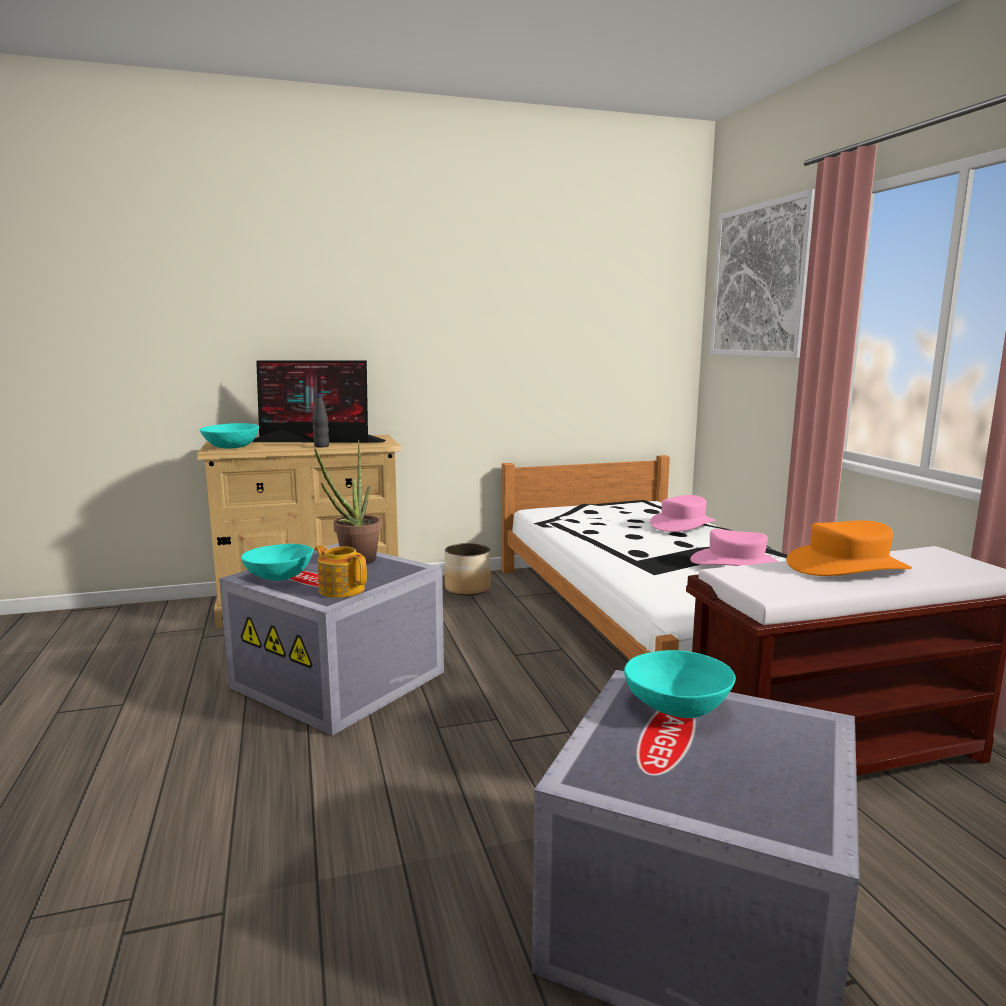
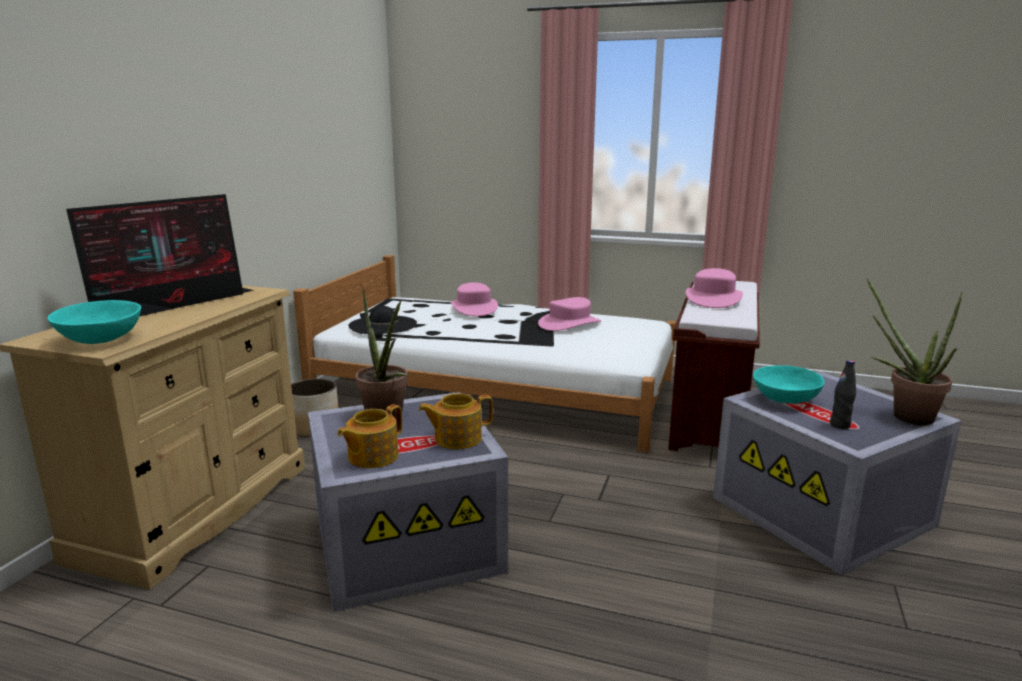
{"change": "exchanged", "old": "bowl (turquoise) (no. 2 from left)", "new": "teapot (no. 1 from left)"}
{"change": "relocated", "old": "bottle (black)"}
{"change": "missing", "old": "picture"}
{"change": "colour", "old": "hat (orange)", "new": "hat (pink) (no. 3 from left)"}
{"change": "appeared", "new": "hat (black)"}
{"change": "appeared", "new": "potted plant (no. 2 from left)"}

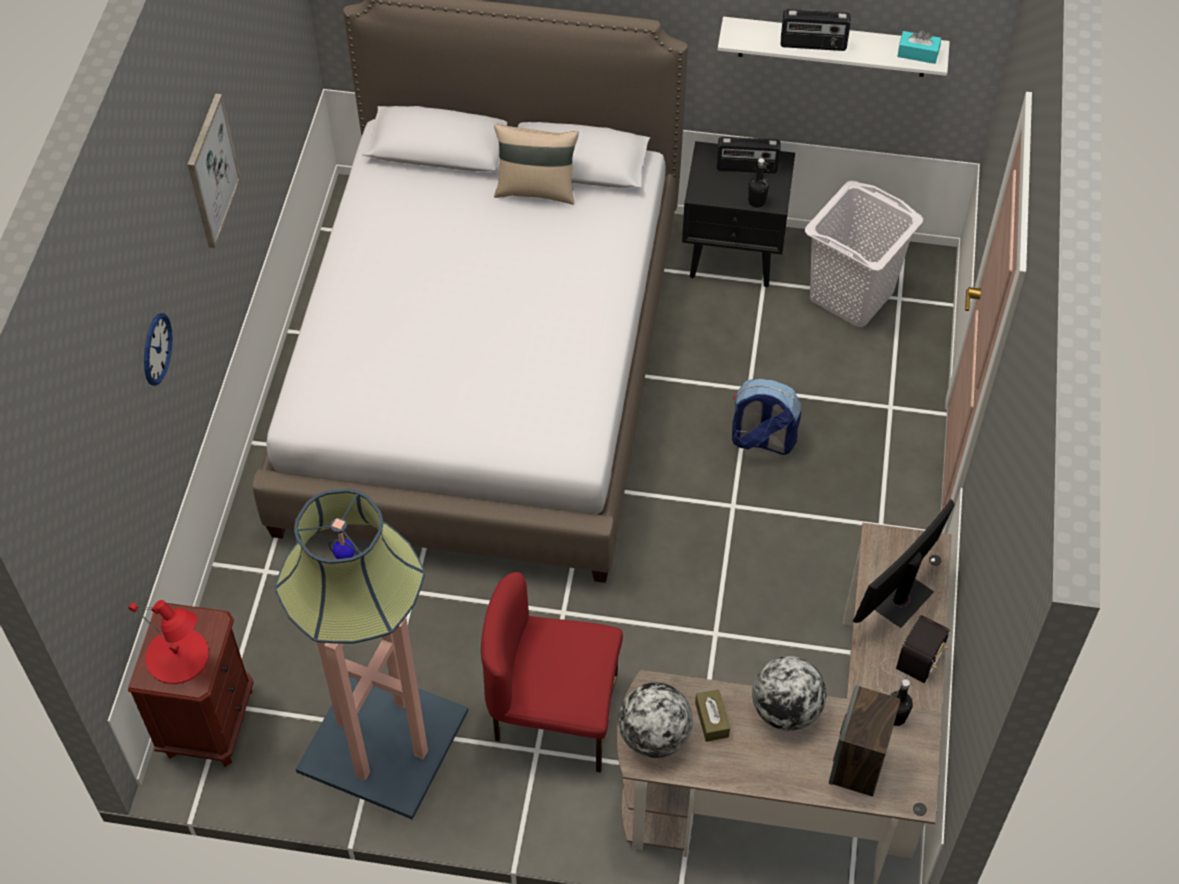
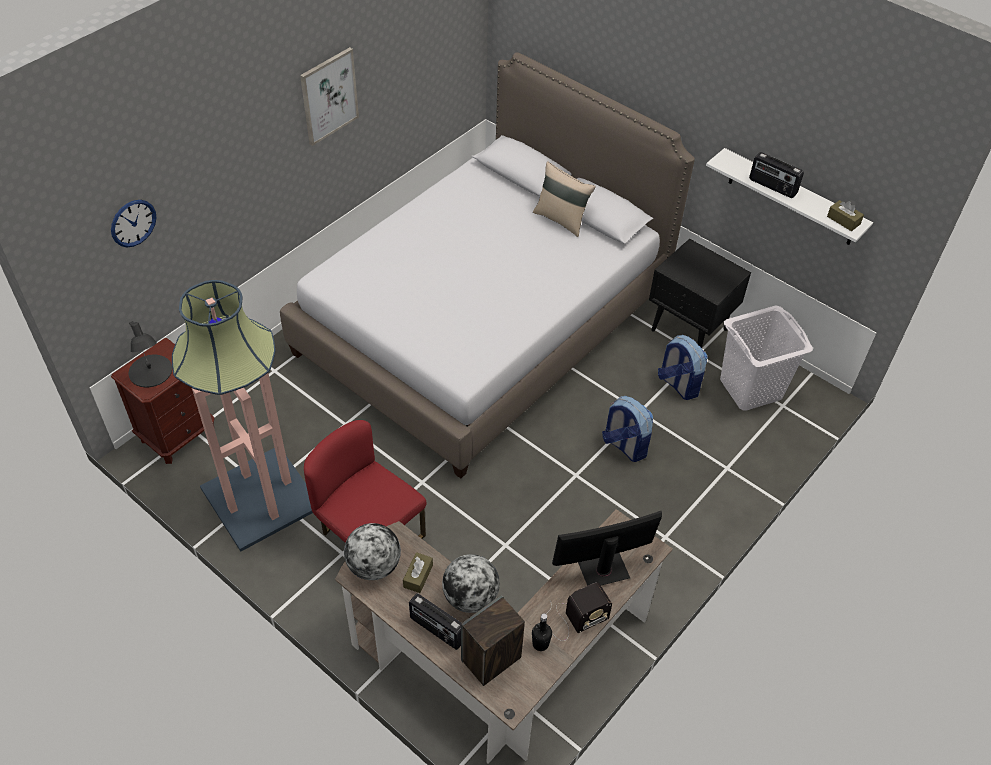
{"change": "colour", "old": "table lamp (red)", "new": "table lamp (black)"}
{"change": "relocated", "old": "wall clock"}
{"change": "relocated", "old": "radio (no. 1 from left)"}
{"change": "missing", "old": "bottle (black) (no. 1 from left)"}
{"change": "colour", "old": "tissue box (turquoise)", "new": "tissue box (brown) (no. 2 from left)"}
{"change": "appeared", "new": "backpack (no. 2 from left)"}

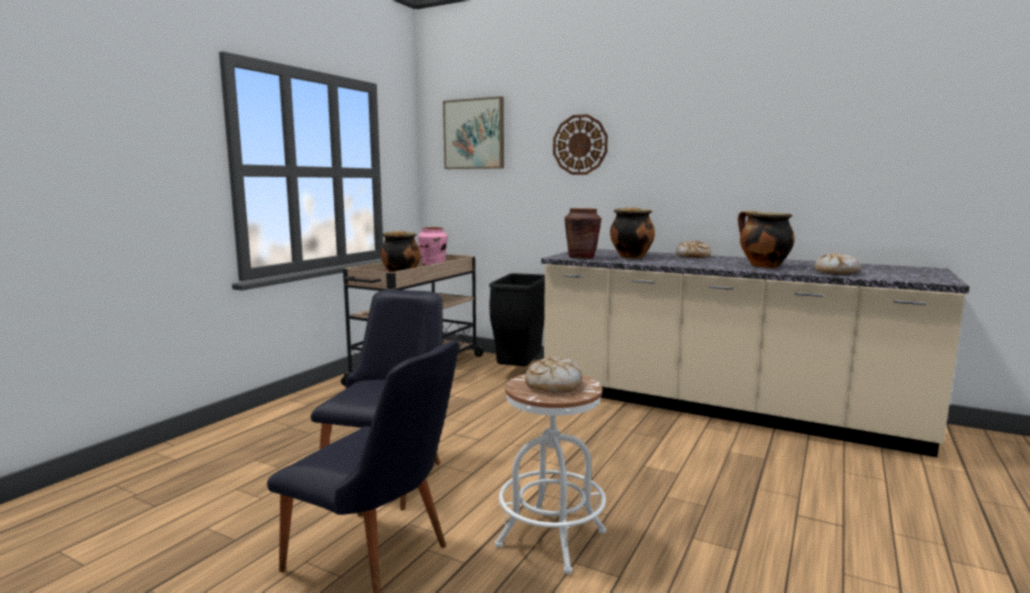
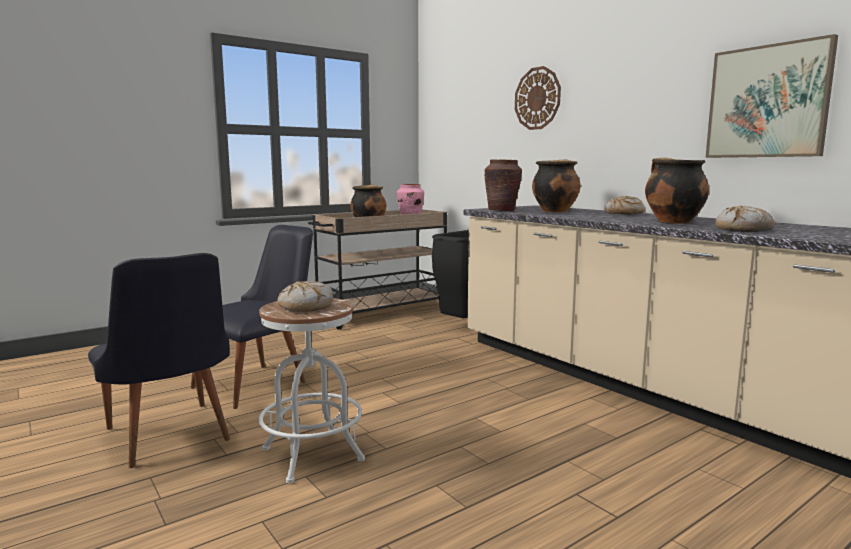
{"change": "relocated", "old": "picture"}

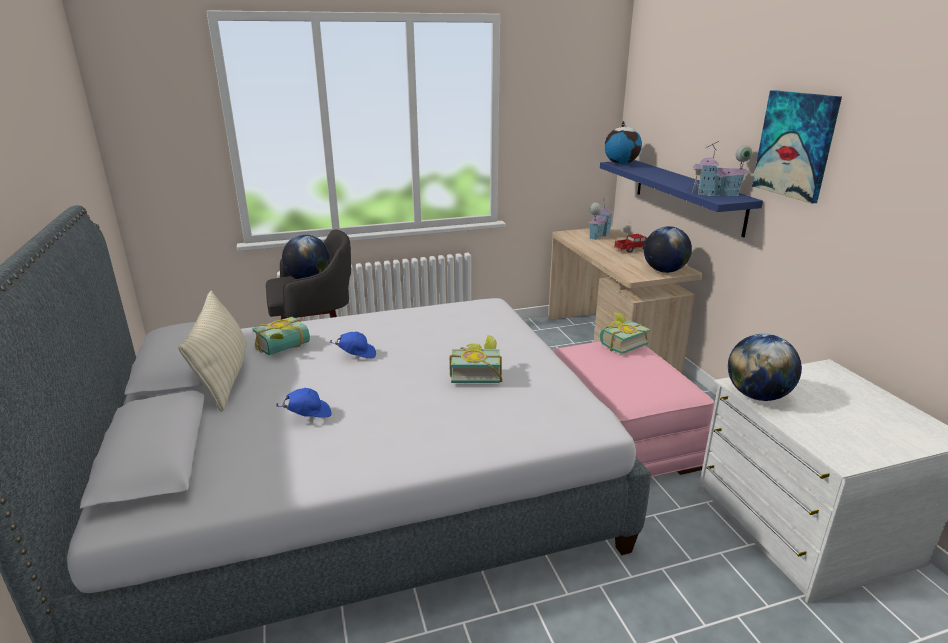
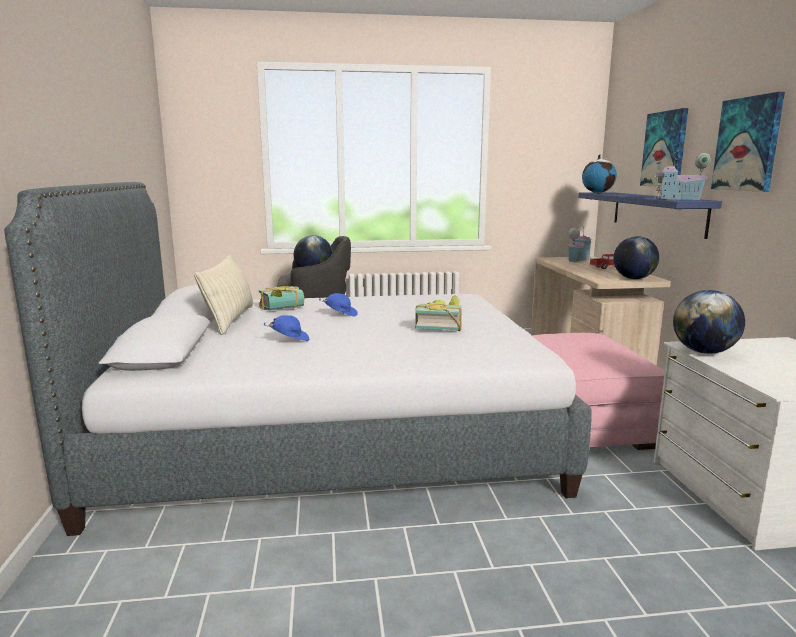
{"change": "missing", "old": "book (no. 3 from left)"}
{"change": "appeared", "new": "picture (no. 1 from left)"}

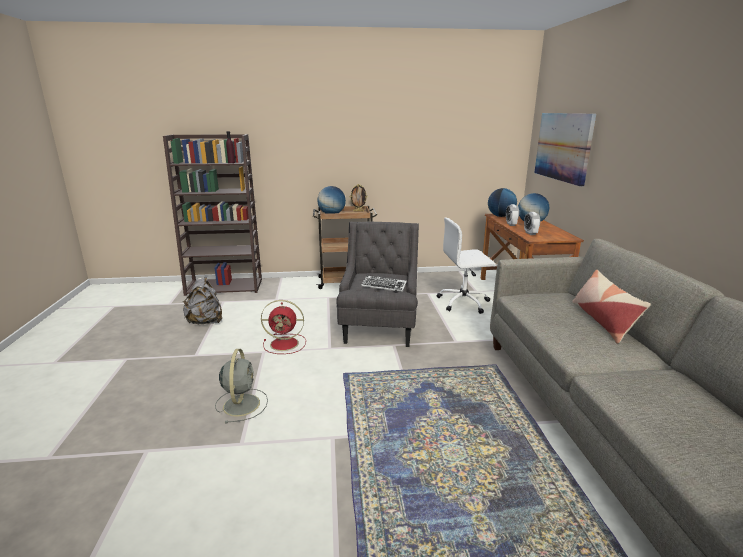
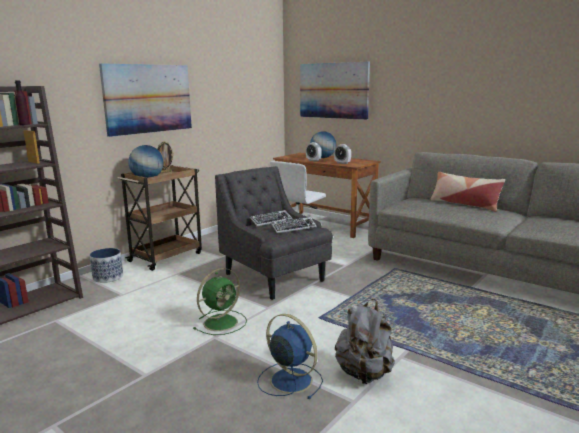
{"change": "relocated", "old": "backpack (grey)"}
{"change": "colour", "old": "fan (grey)", "new": "fan (blue)"}
{"change": "colour", "old": "fan (red)", "new": "fan (green)"}
{"change": "missing", "old": "globe (no. 2 from left)"}
{"change": "appeared", "new": "planter"}
{"change": "appeared", "new": "picture (no. 1 from left)"}
{"change": "appeared", "new": "keyboard (no. 1 from left)"}

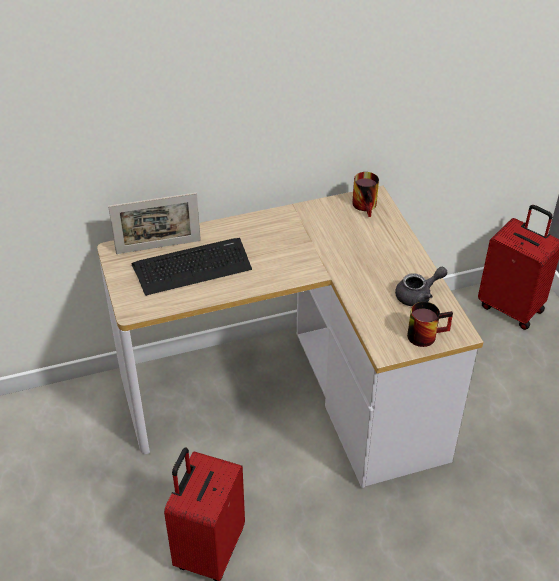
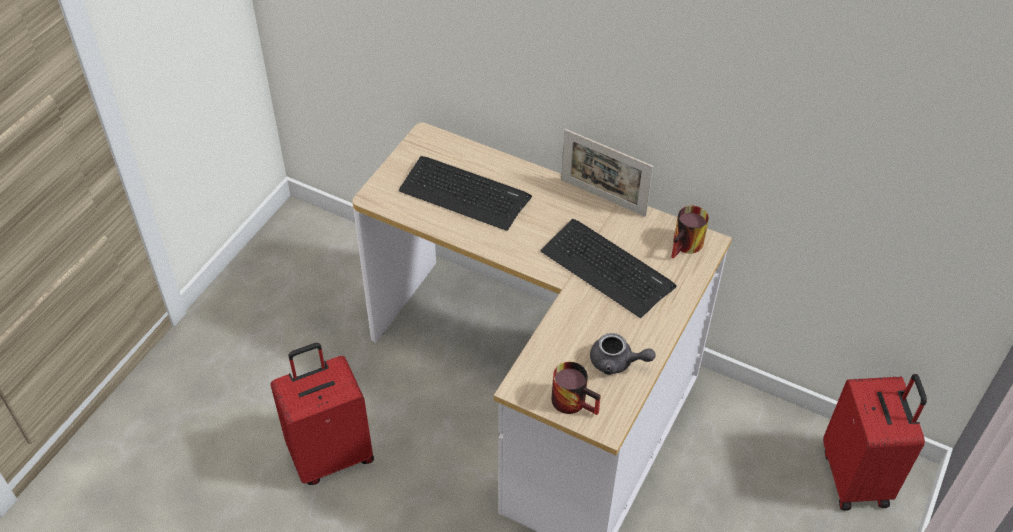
{"change": "relocated", "old": "picture frame"}
{"change": "appeared", "new": "keyboard (no. 2 from left)"}

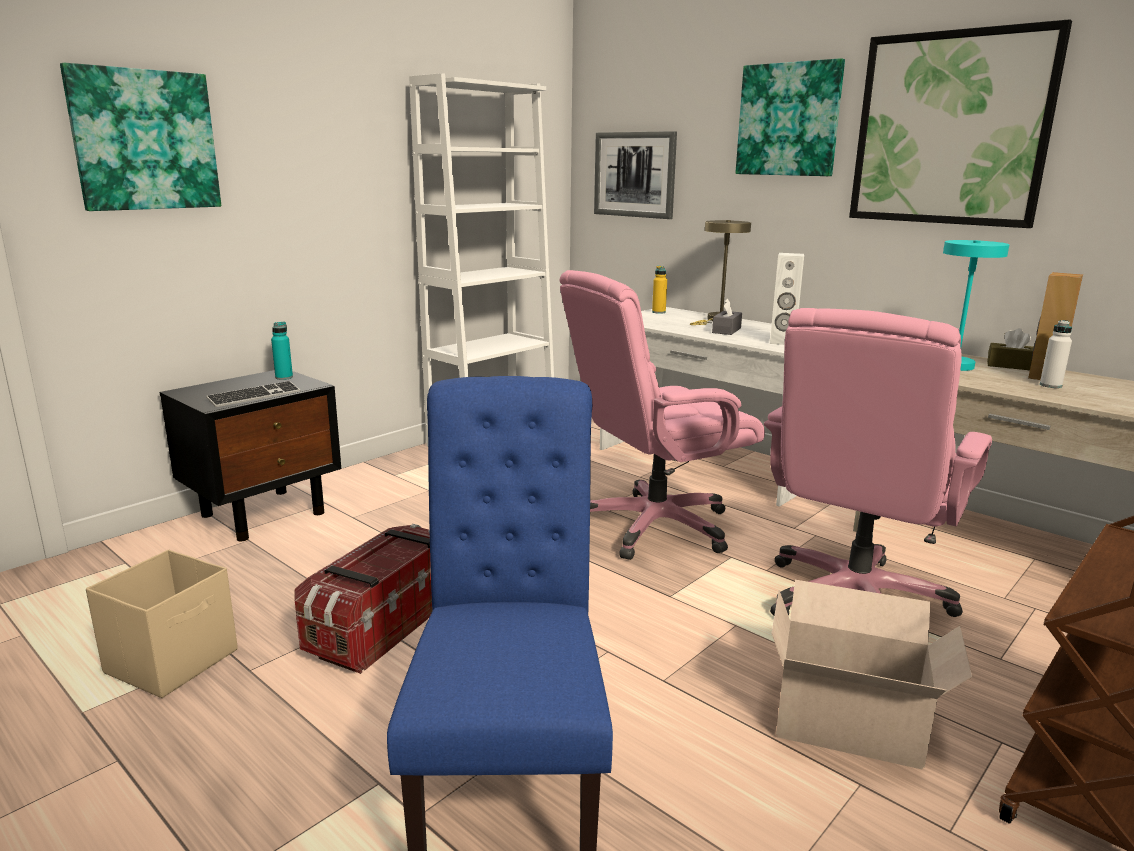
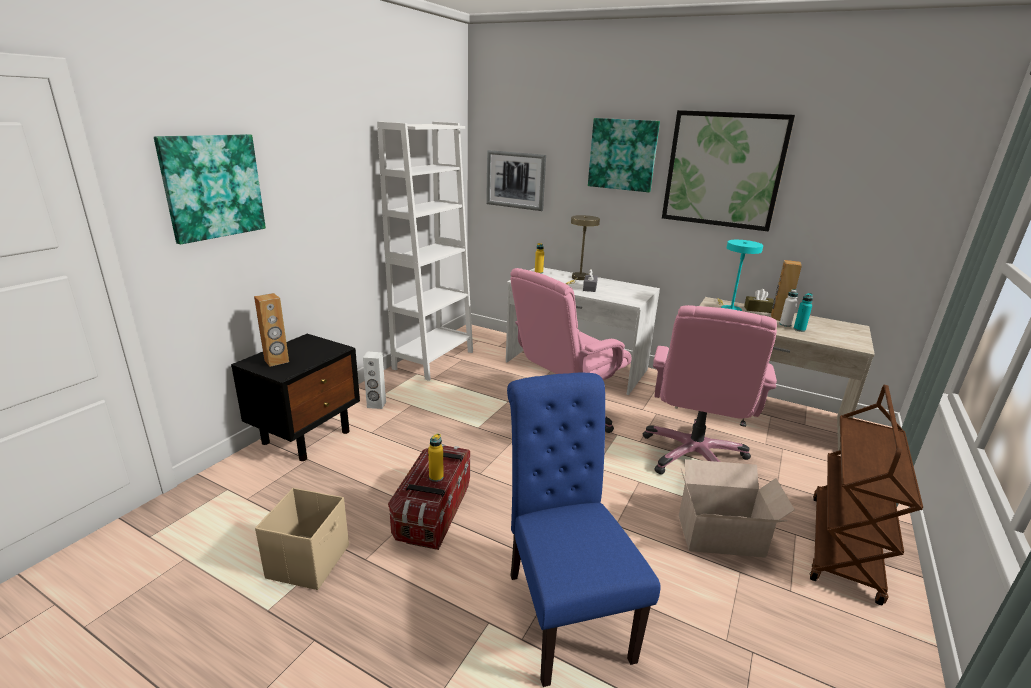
{"change": "missing", "old": "keyboard"}
{"change": "relocated", "old": "bottle (turquoise)"}
{"change": "relocated", "old": "speaker (white)"}
{"change": "appeared", "new": "speaker (brown) (no. 1 from left)"}
{"change": "appeared", "new": "bottle (yellow) (no. 1 from left)"}

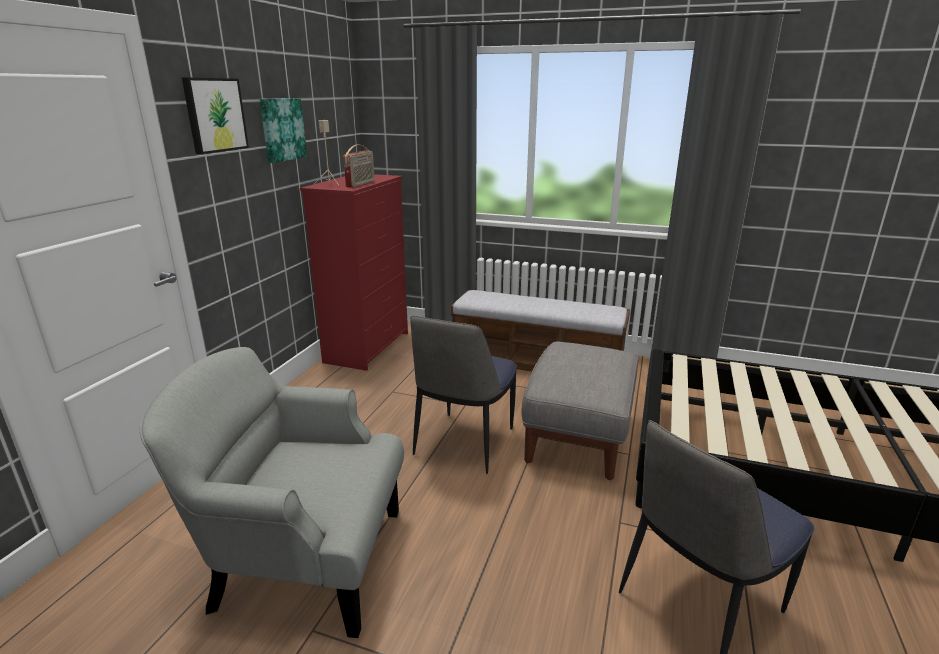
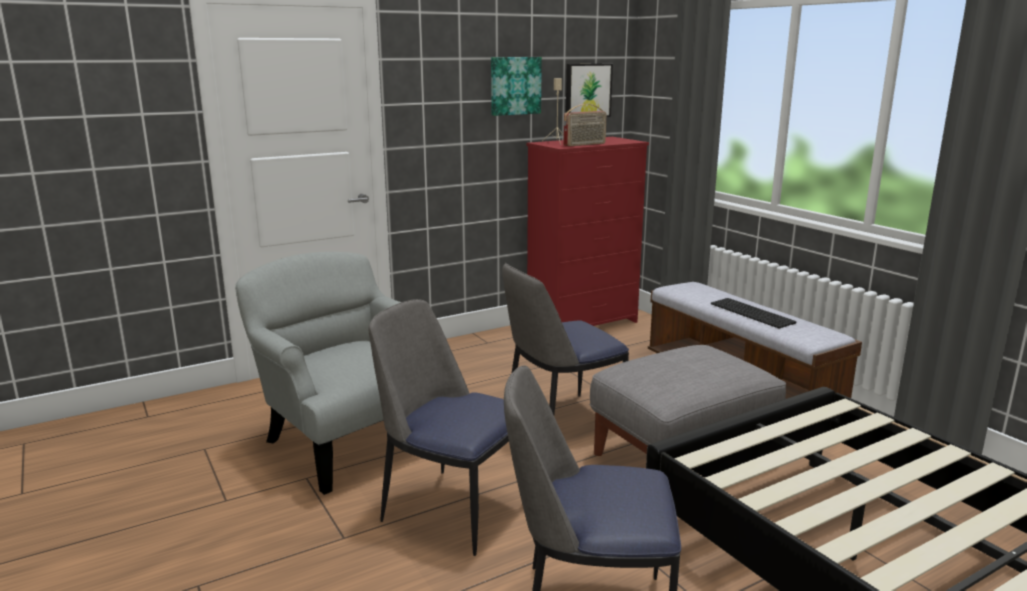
{"change": "relocated", "old": "picture (no. 1 from left in the first image)", "new": "picture (no. 2 from left)"}
{"change": "appeared", "new": "chair (no. 1 from left)"}
{"change": "appeared", "new": "keyboard"}

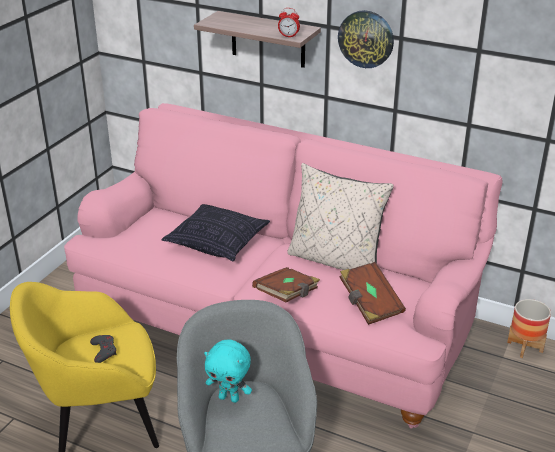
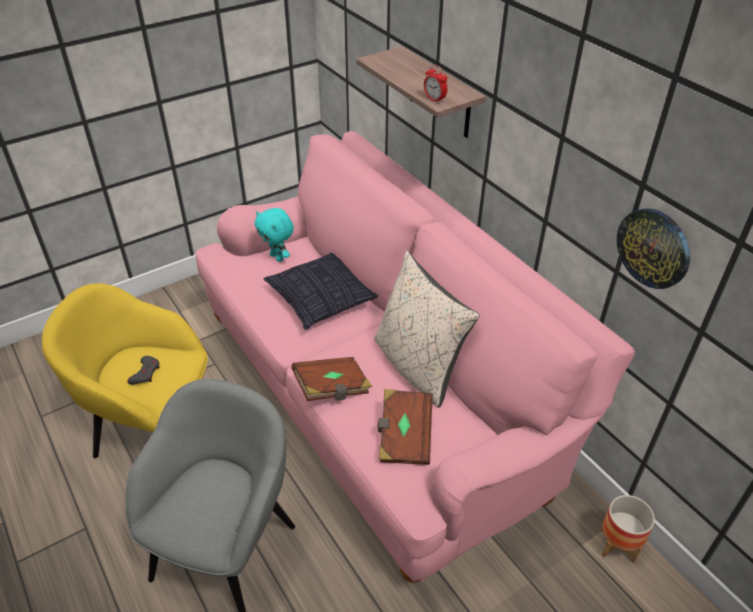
{"change": "relocated", "old": "plush toy (turquoise)"}
{"change": "relocated", "old": "wall clock"}

